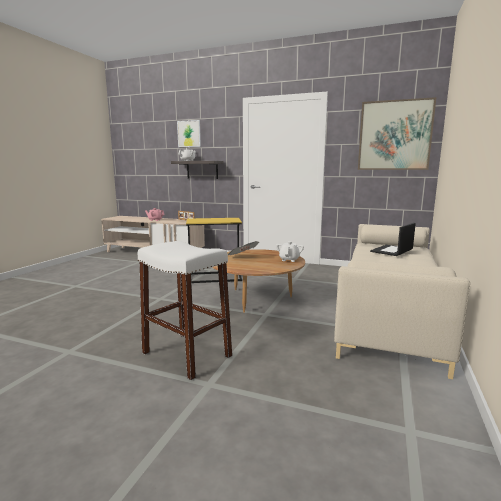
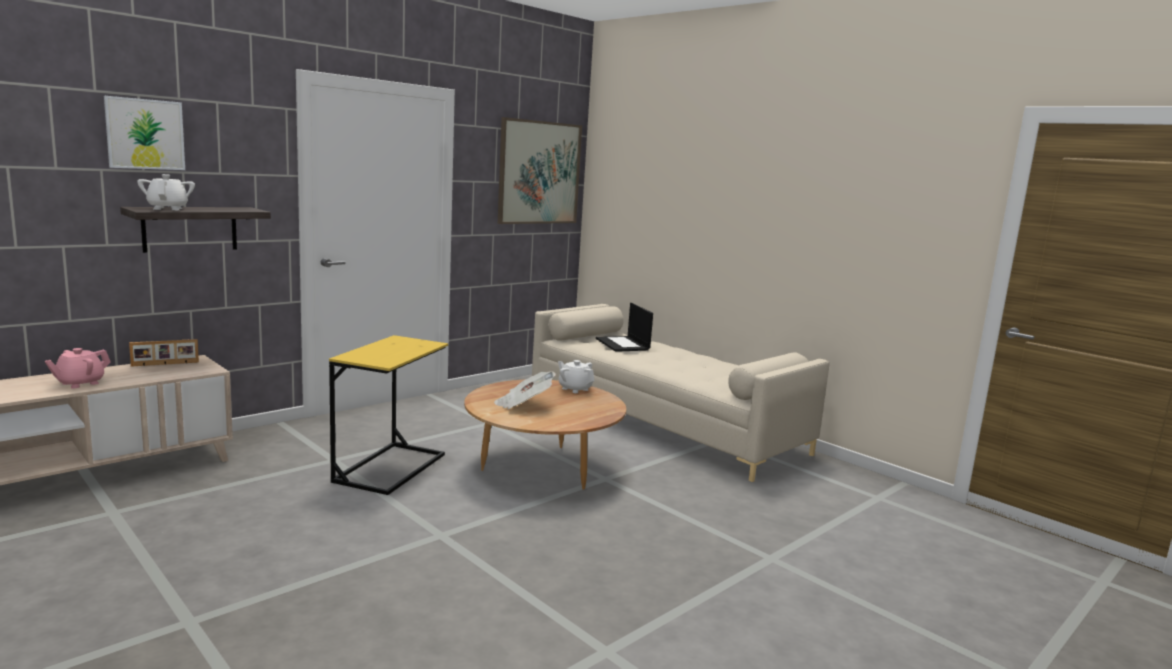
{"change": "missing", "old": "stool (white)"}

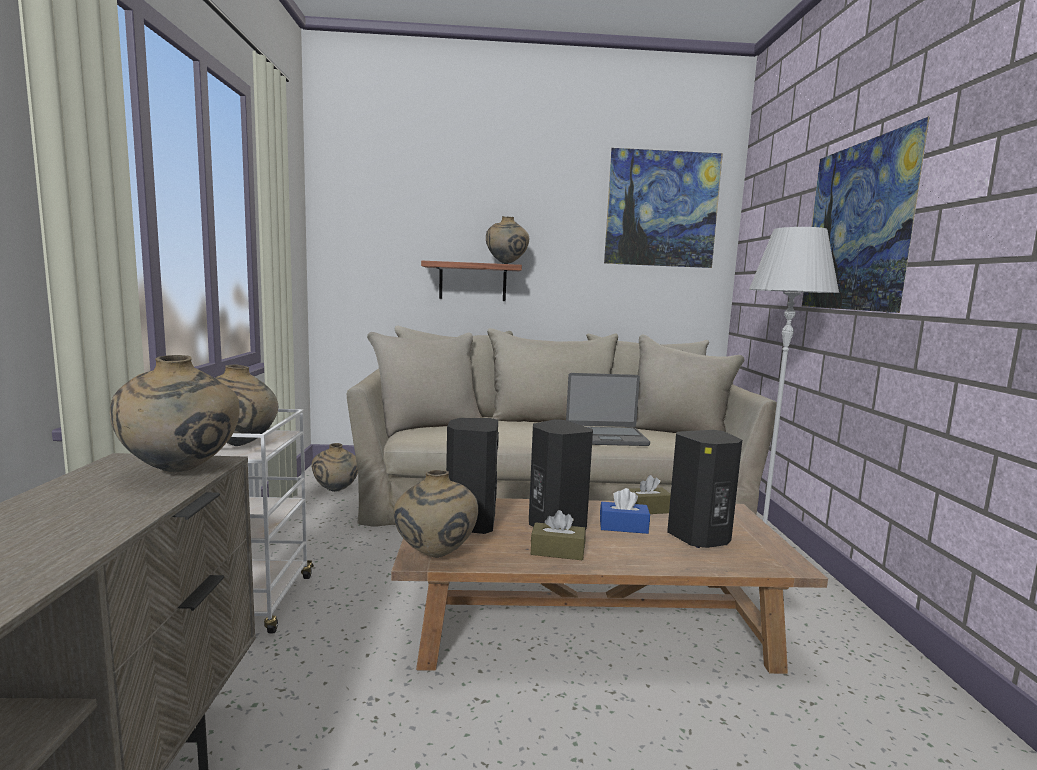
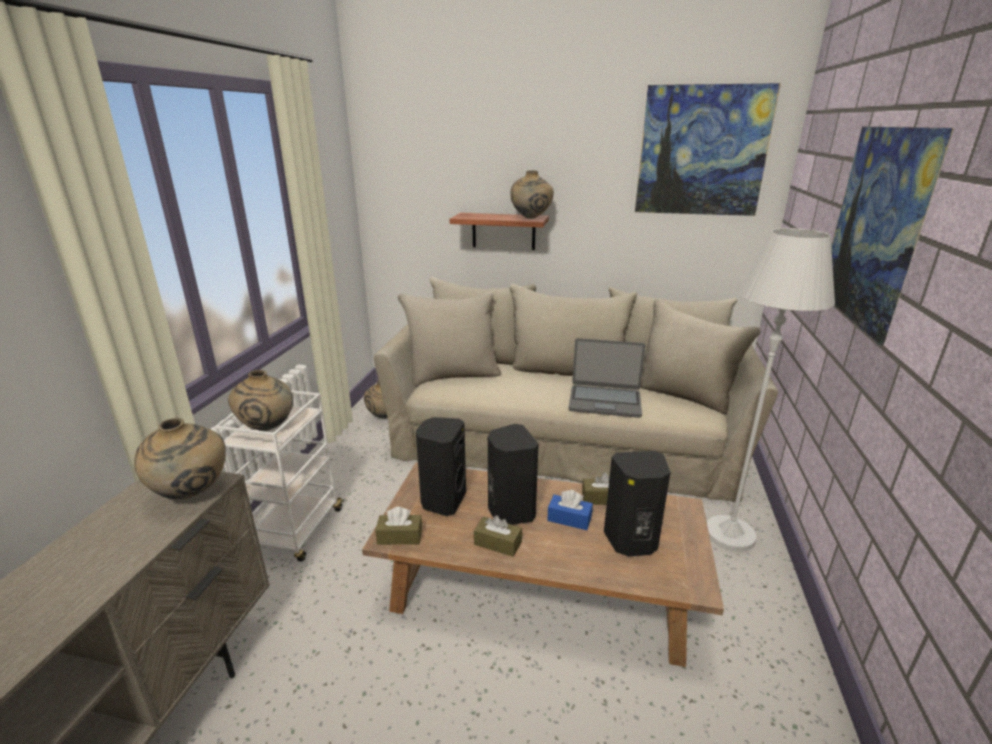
{"change": "exchanged", "old": "vase (beige) (no. 4 from left)", "new": "tissue box (brown) (no. 1 from left)"}

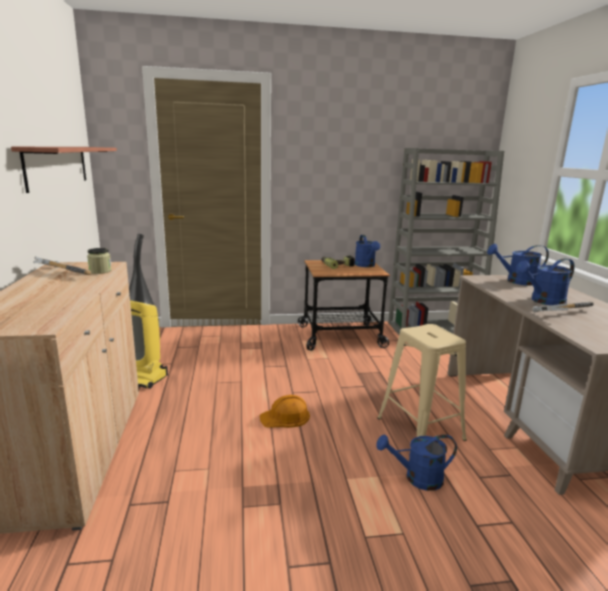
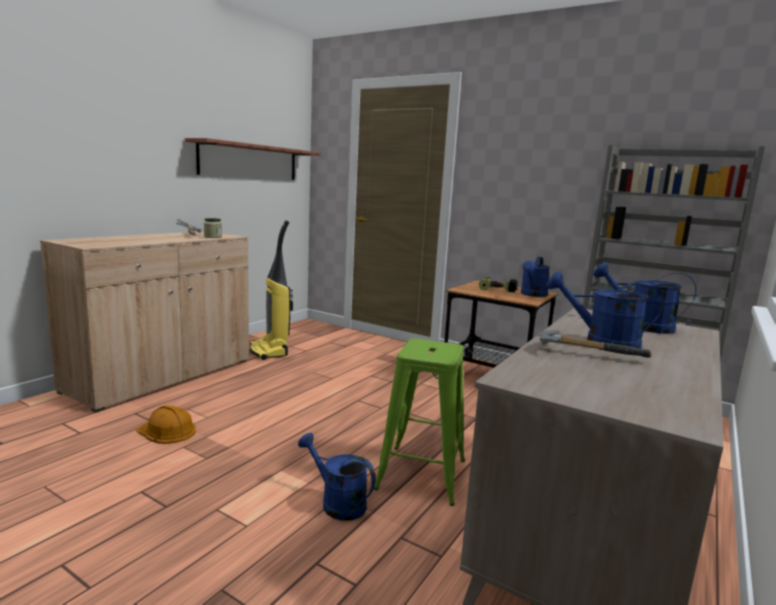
{"change": "relocated", "old": "hard hat (orange)"}
{"change": "colour", "old": "stool (beige)", "new": "stool (green)"}

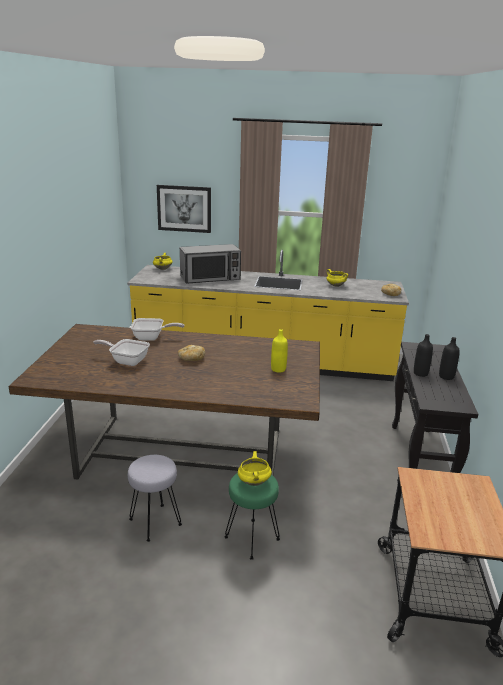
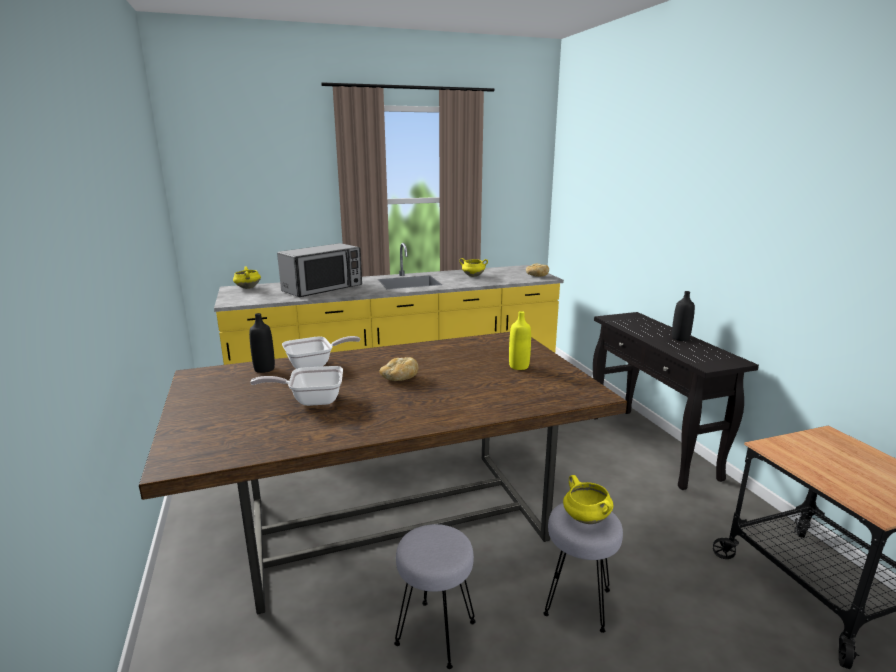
{"change": "missing", "old": "picture"}
{"change": "colour", "old": "stool (green)", "new": "stool (grey) (no. 2 from left)"}
{"change": "relocated", "old": "bottle (black) (no. 1 from left)"}

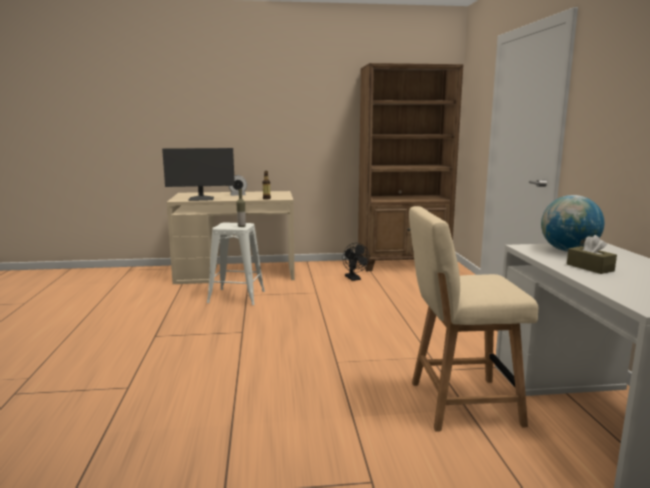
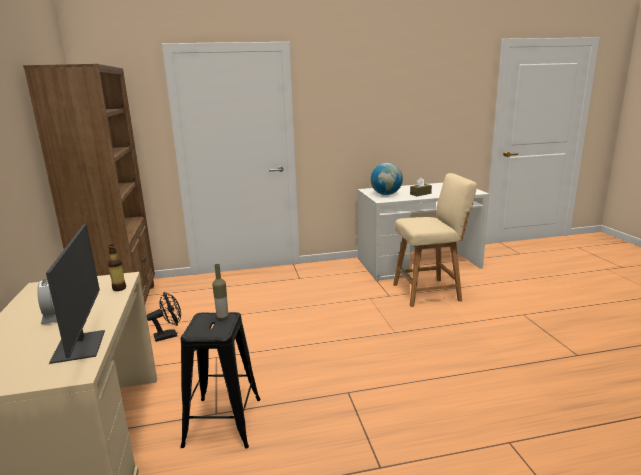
{"change": "colour", "old": "stool (white)", "new": "stool (black)"}
{"change": "spun", "old": "chair (beige)", "degrees": -90}

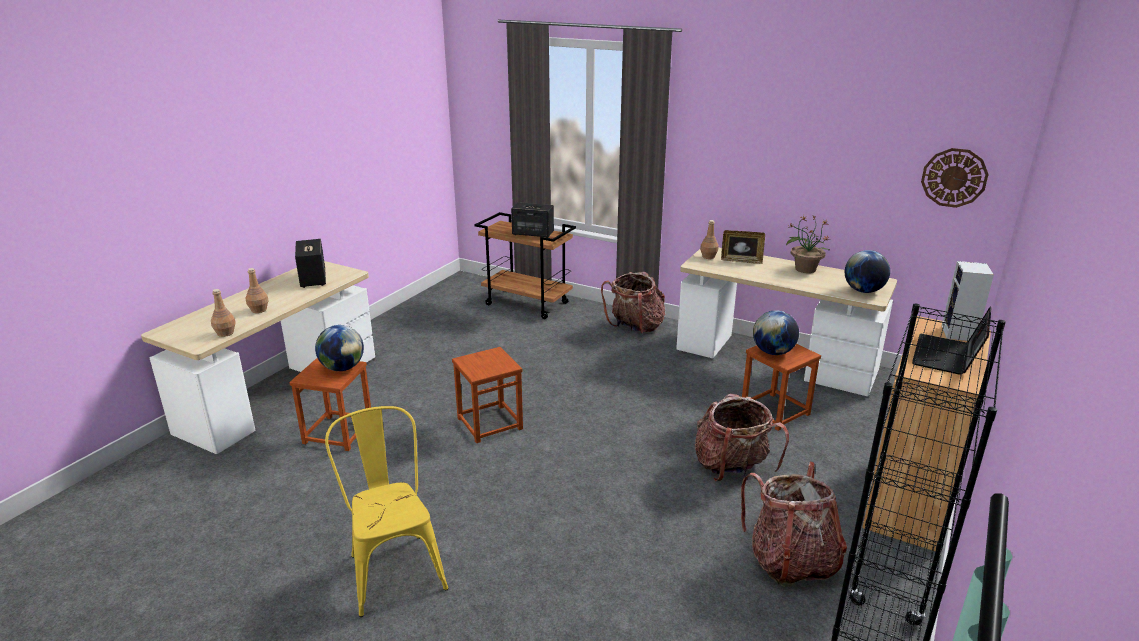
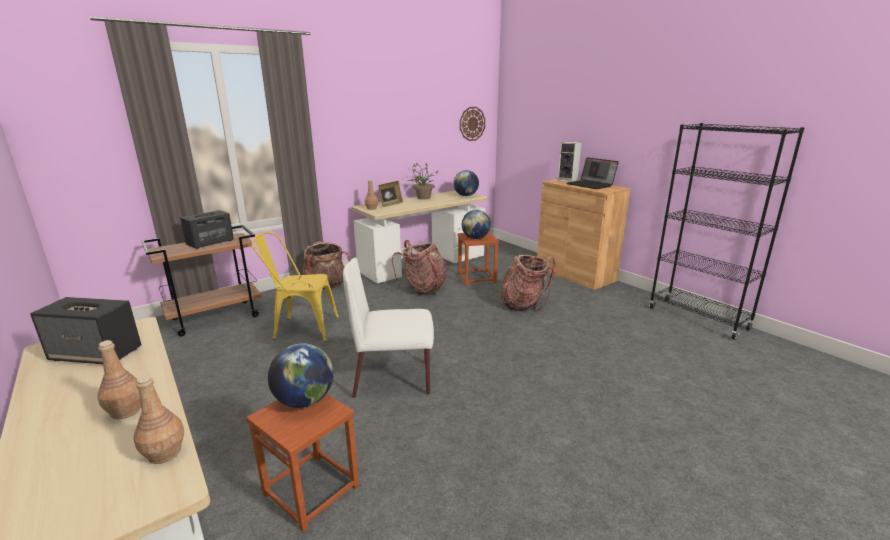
{"change": "relocated", "old": "chair (yellow)"}
{"change": "exchanged", "old": "stool (brown) (no. 2 from left)", "new": "chair (white)"}
{"change": "relocated", "old": "backpack (no. 3 from left in the first image)", "new": "backpack (no. 2 from left)"}

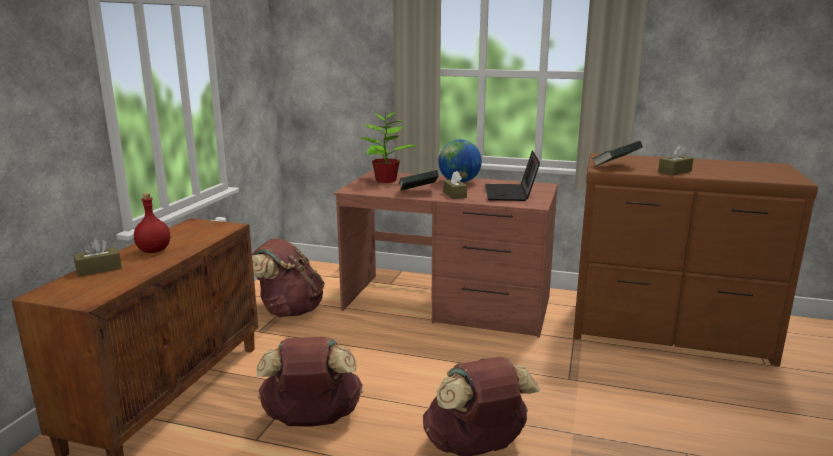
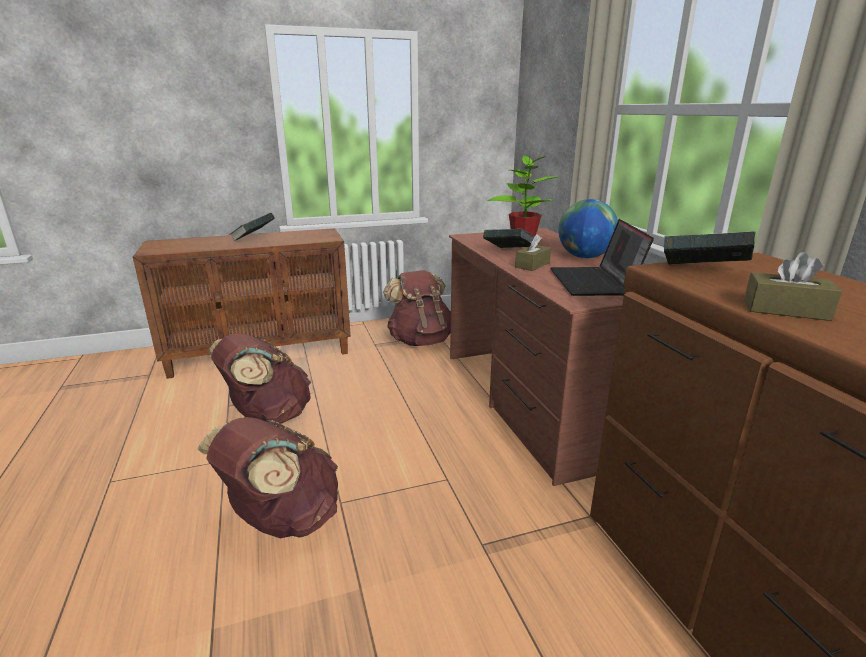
{"change": "missing", "old": "tissue box (brown) (no. 1 from left)"}
{"change": "exchanged", "old": "bottle (red)", "new": "book (no. 1 from left)"}
{"change": "spun", "old": "laptop", "degrees": -60}

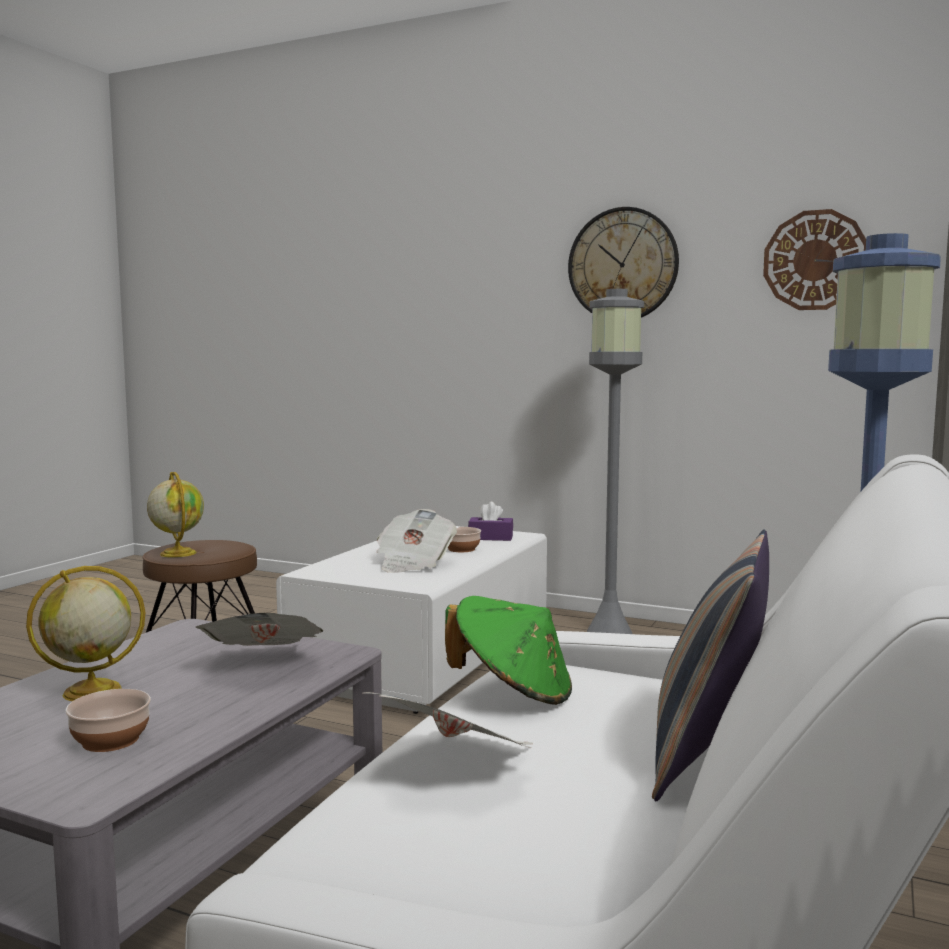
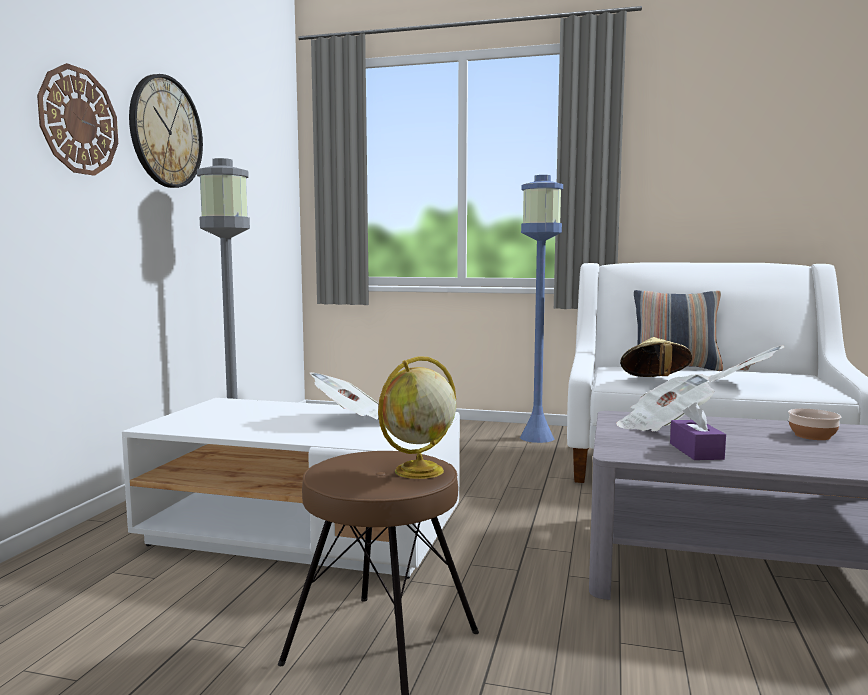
{"change": "missing", "old": "globe (no. 1 from left)"}
{"change": "colour", "old": "hat (green)", "new": "hat (beige)"}
{"change": "missing", "old": "bowl (no. 2 from left)"}
{"change": "relocated", "old": "tissue box (purple)"}
{"change": "relocated", "old": "wall clock (no. 2 from left in the first image)", "new": "wall clock (no. 1 from left)"}

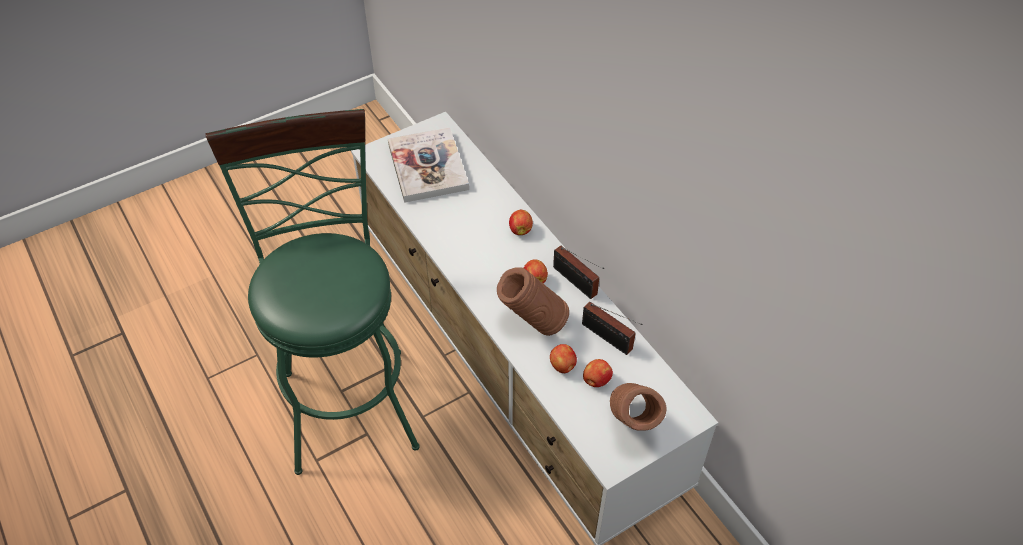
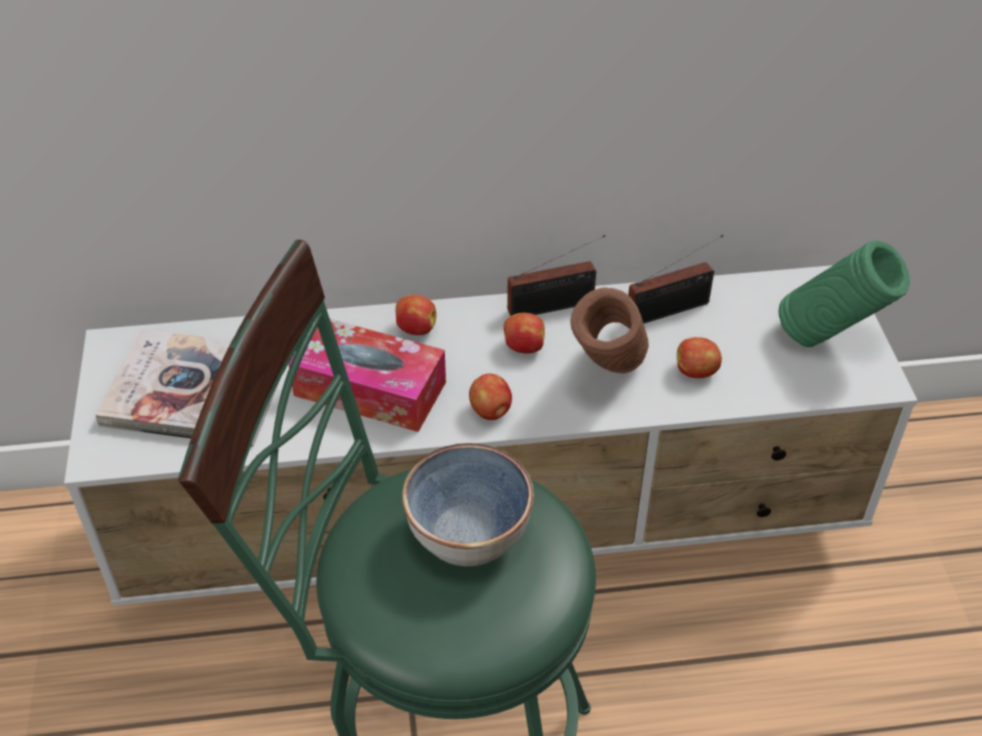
{"change": "relocated", "old": "apple (no. 4 from left in the first image)", "new": "apple (no. 2 from left)"}
{"change": "colour", "old": "vase (brown) (no. 2 from left)", "new": "vase (green)"}
{"change": "appeared", "new": "tissue box"}
{"change": "appeared", "new": "bowl"}

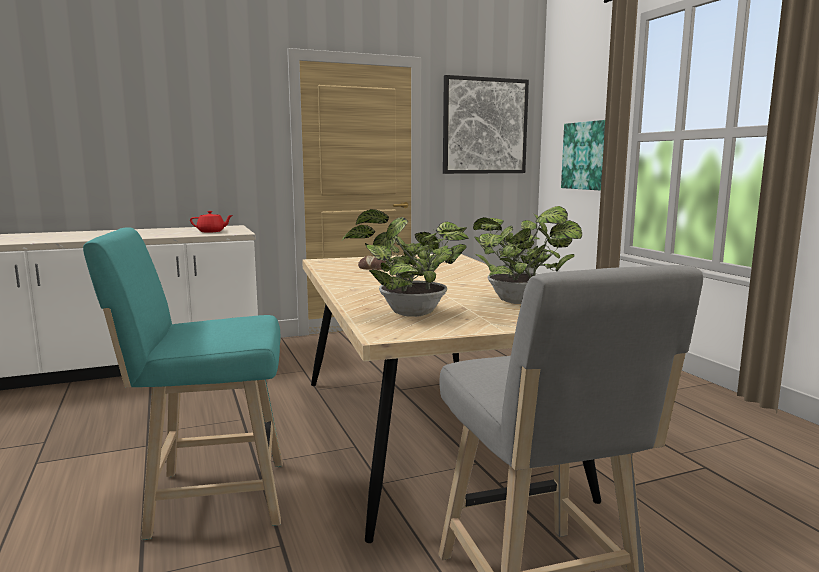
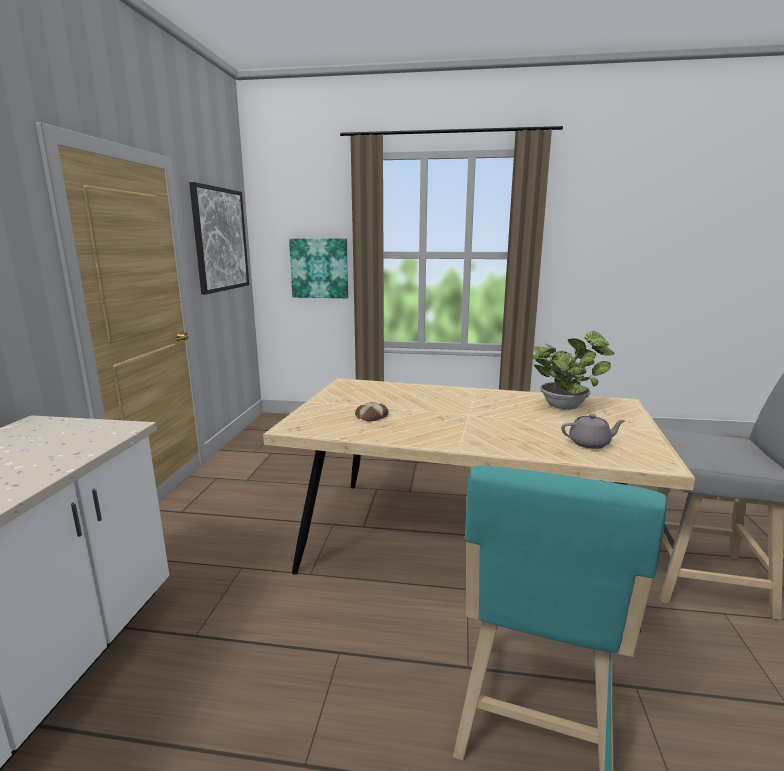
{"change": "missing", "old": "teapot (red)"}
{"change": "exchanged", "old": "potted plant (no. 1 from left)", "new": "teapot (grey)"}

